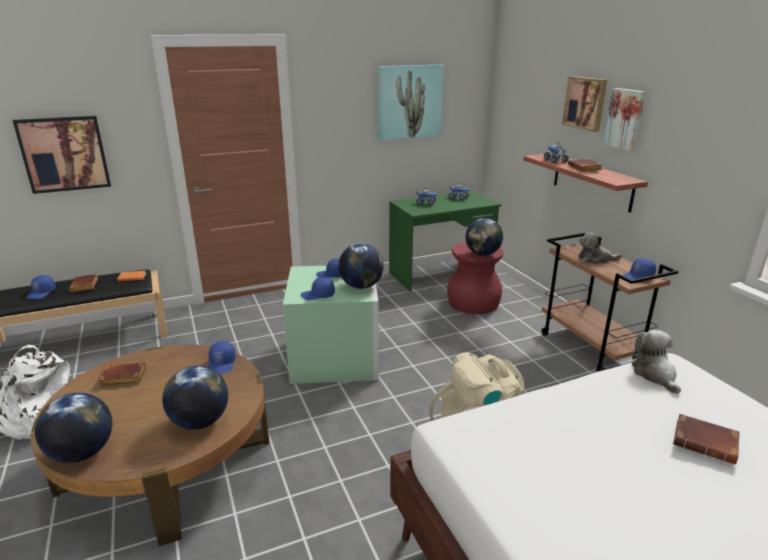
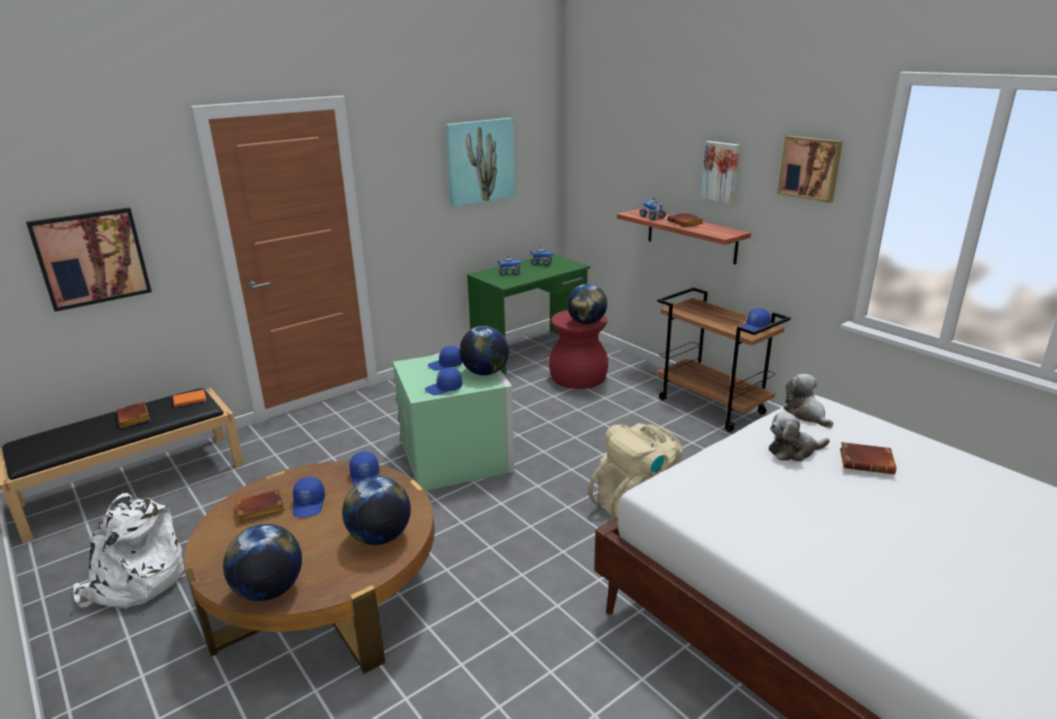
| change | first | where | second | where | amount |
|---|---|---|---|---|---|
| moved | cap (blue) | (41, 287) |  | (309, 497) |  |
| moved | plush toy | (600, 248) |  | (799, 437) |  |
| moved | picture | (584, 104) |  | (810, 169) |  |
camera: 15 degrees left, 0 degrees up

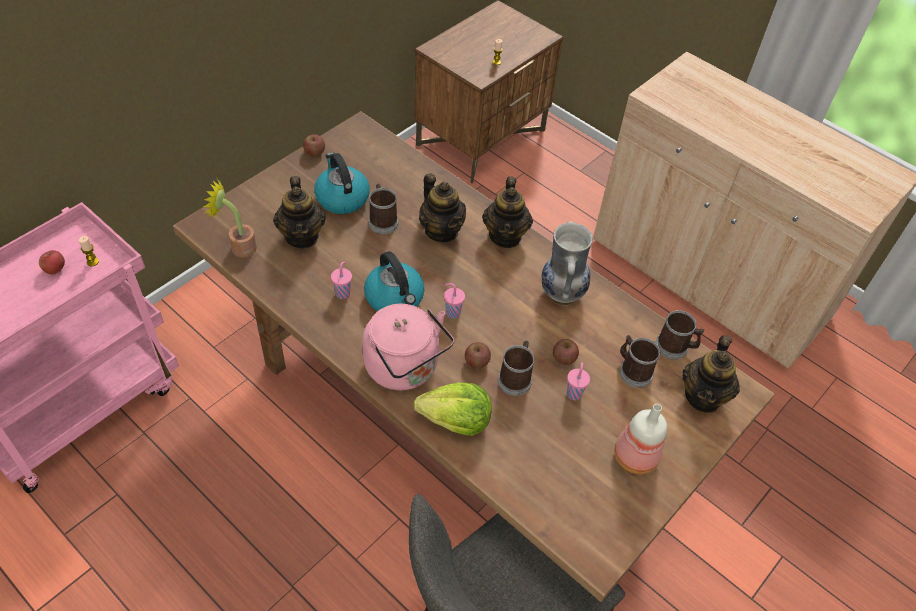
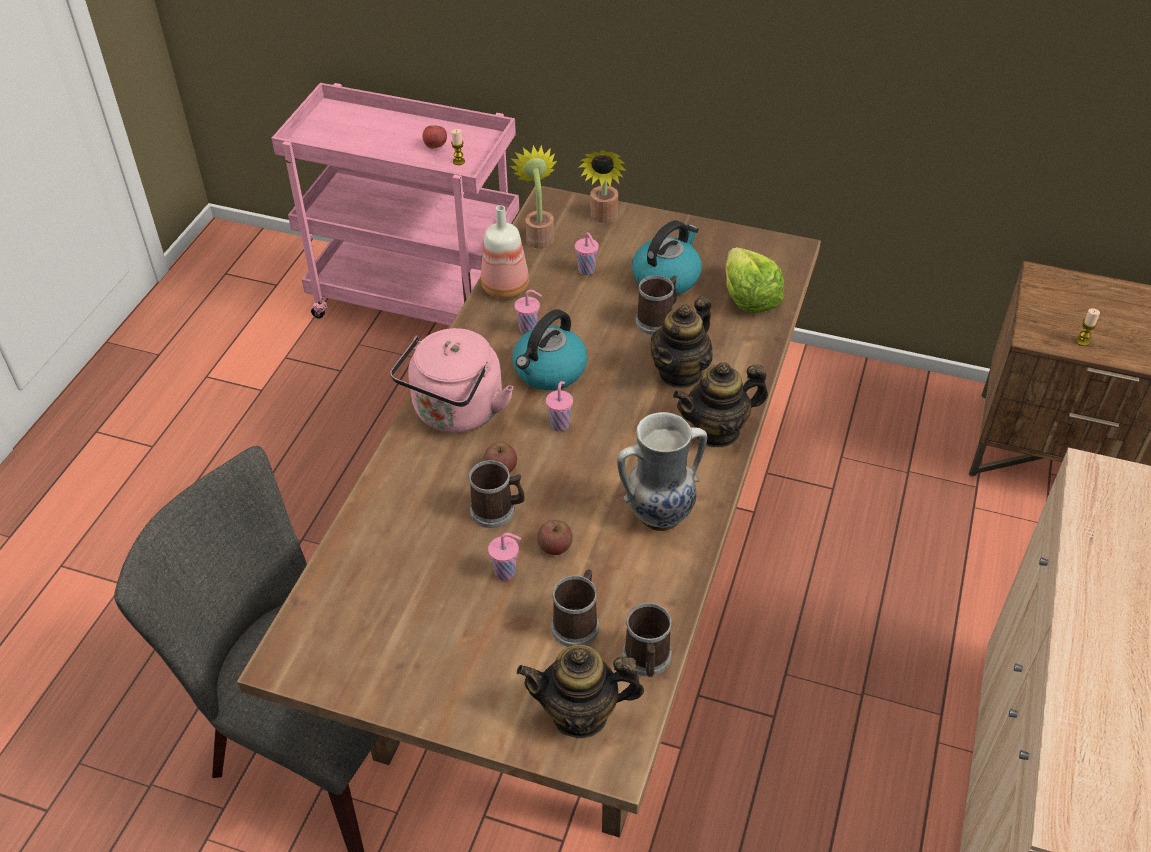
| change | first | where | second | where | amount |
|---|---|---|---|---|---|
| moved | drink bottle | (640, 439) |  | (505, 251) |  |
| replaced | teapot | (299, 212) | small cup (pink) | (587, 253) |  |
| added |  |  | potted plant | (602, 186) |  |
| moved | lettuce head | (453, 409) |  | (755, 280) |  |
| removed | whole apple | (314, 145) |  |  |  |
camera: 70 degrees right, 5 degrees down

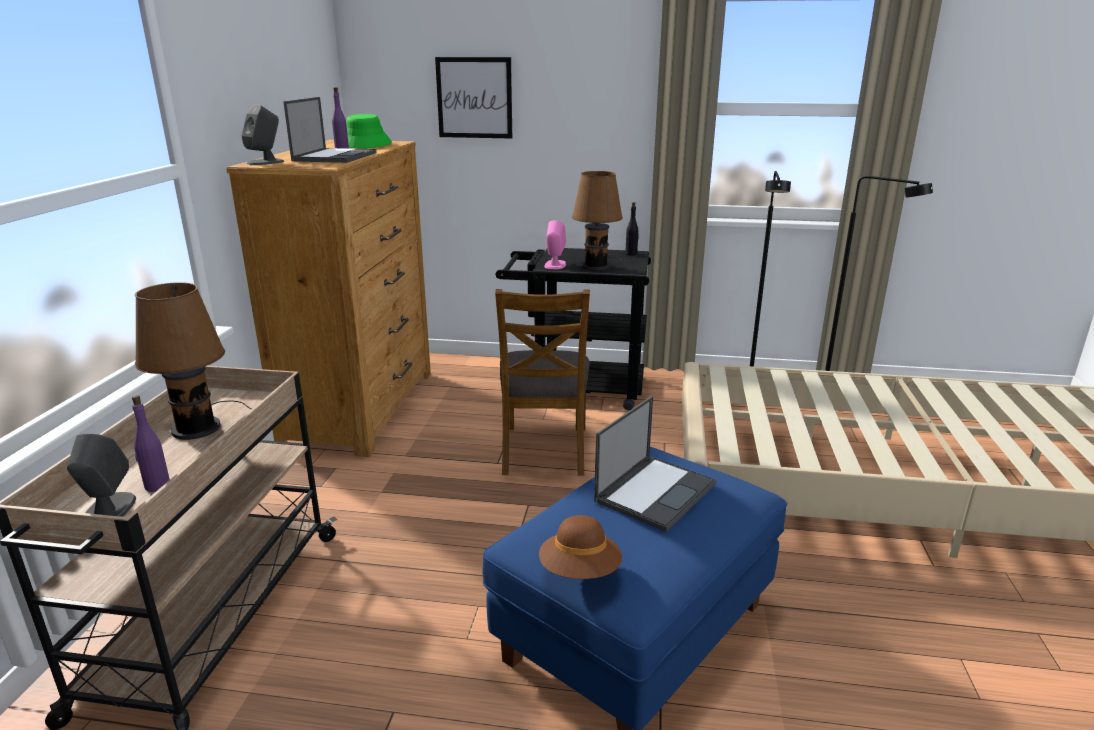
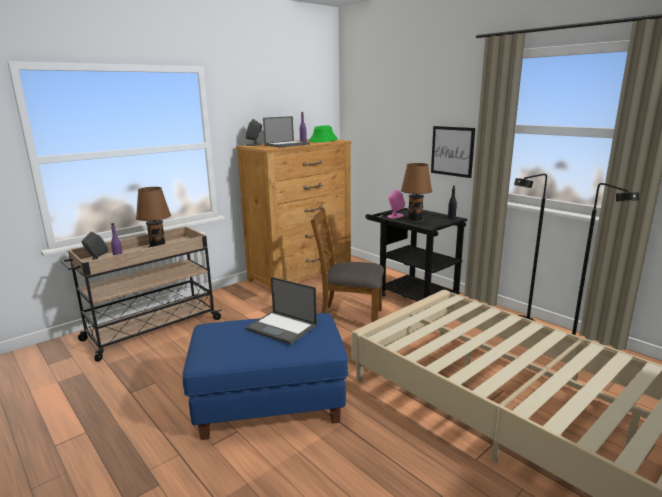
| change | first | where | second | where | amount |
|---|---|---|---|---|---|
| turned | laptop | (655, 464) |  | (281, 311) | 45 degrees clockwise |
| turned | chair (brown) | (542, 382) |  | (347, 265) | 60 degrees clockwise |
| moved | picture | (473, 98) |  | (453, 152) |  |
| removed | clothing hat (brown) | (580, 547) |  |  |  |
camera: 40 degrees right, 5 degrees down

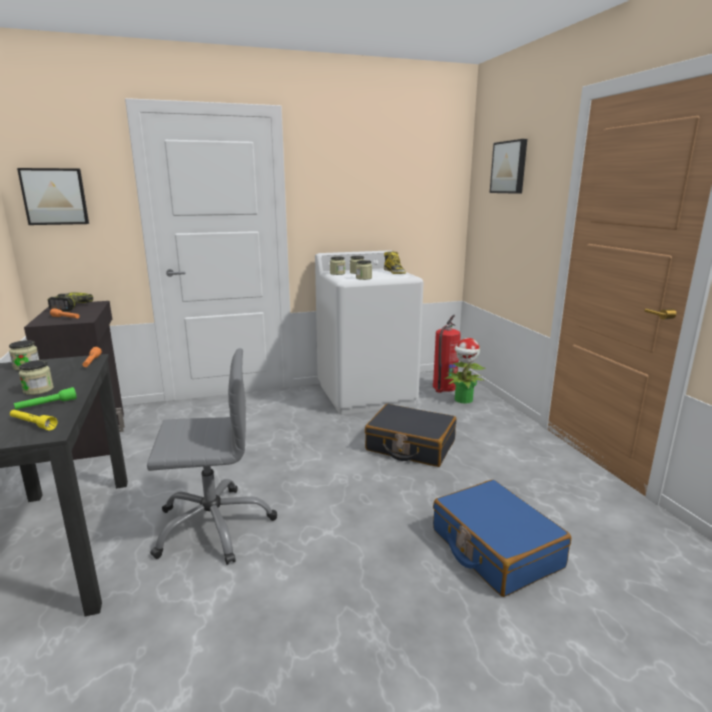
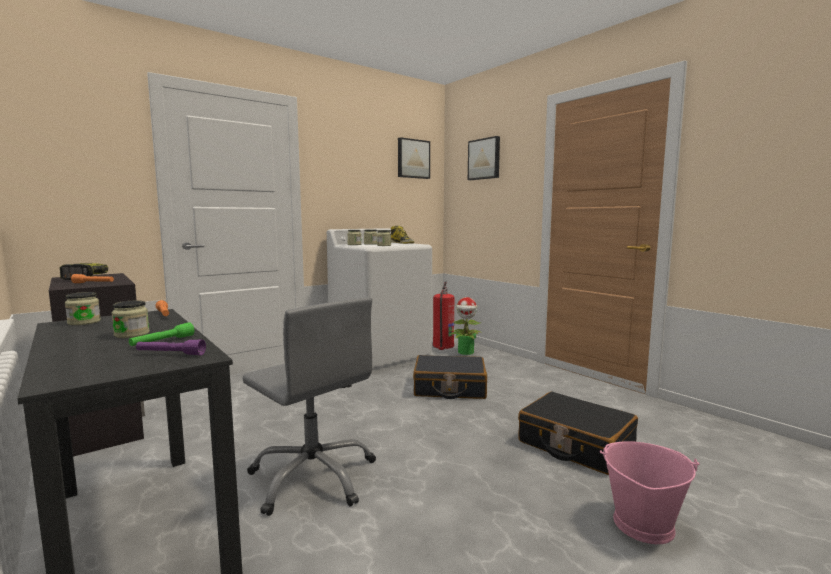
| change | first | where | second | where | amount |
|---|---|---|---|---|---|
| recoloured | torch (yellow-coloured) | (33, 420) | torch (purple) | (171, 347) |  |
| turned | desk chair (grey) | (212, 456) |  | (309, 406) | 75 degrees clockwise |
| moved | picture | (53, 196) |  | (414, 158) |  |
| recoloured | piece of luggage (blue) | (502, 538) | piece of luggage (blackish) | (578, 433) |  |
| added |  |  | bucket (pink) | (649, 492) |  |
camera: 20 degrees left, 10 degrees down

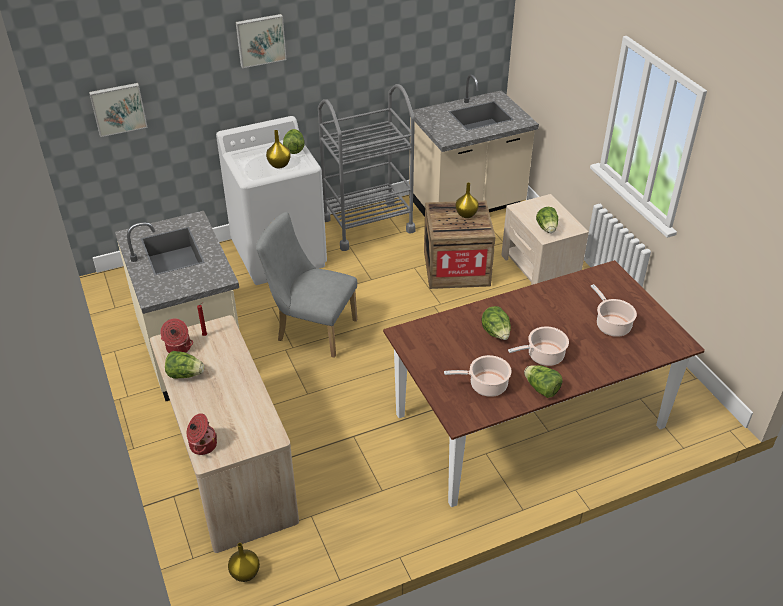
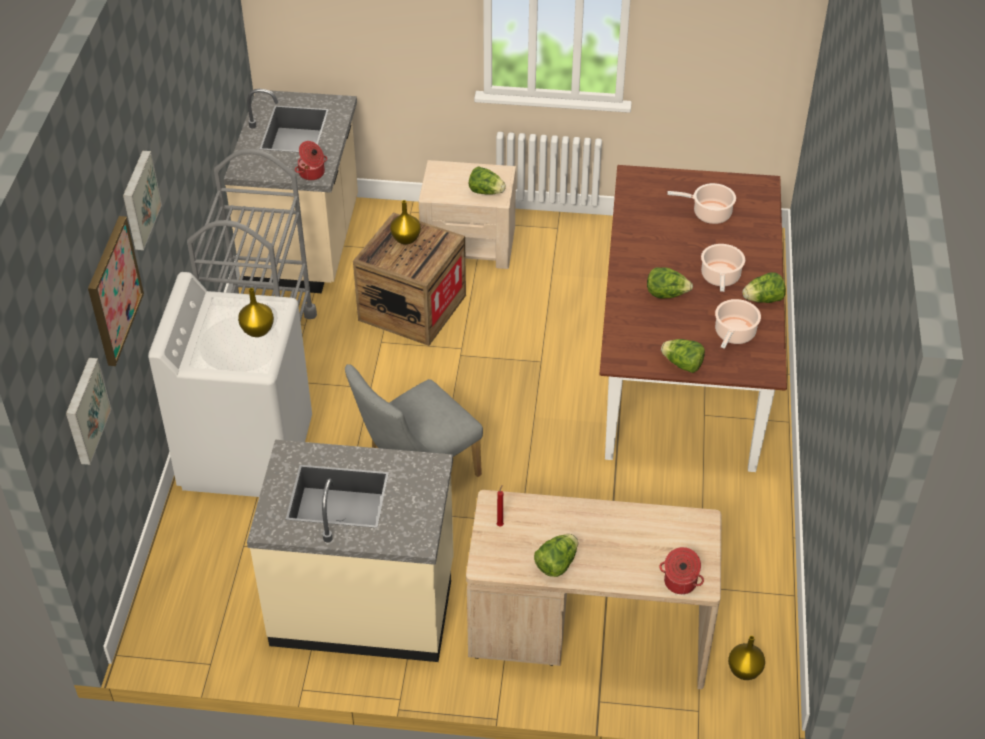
| change | first | where | second | where | amount |
|---|---|---|---|---|---|
| added |  |  | picture | (116, 291) |  |
| moved | cooking pot | (177, 336) |  | (311, 160) |  |
| moved | lettuce head | (294, 141) |  | (683, 356) |  |
camera: 60 degrees left, 5 degrees up

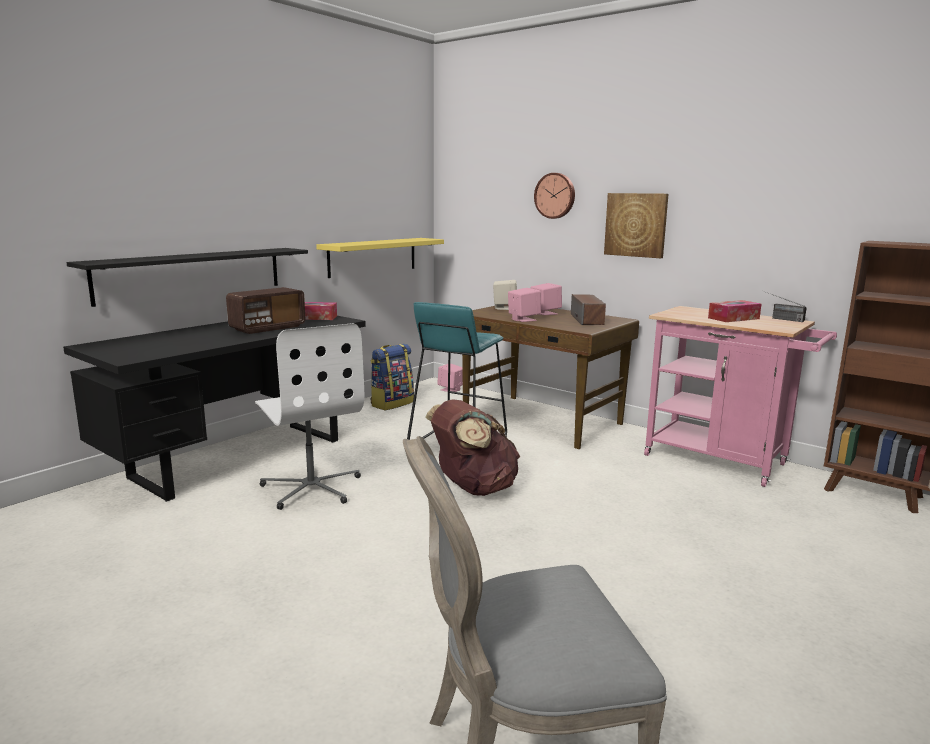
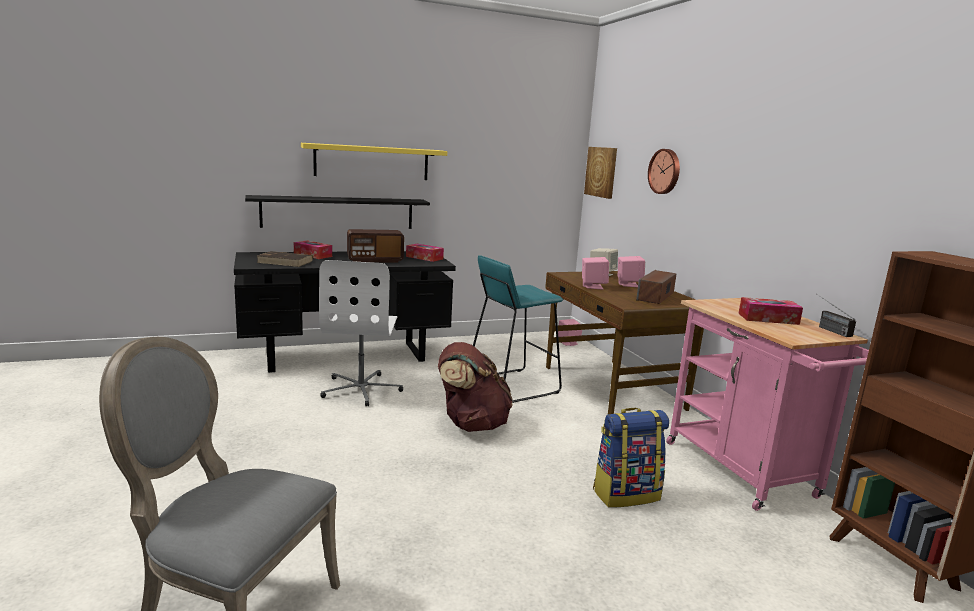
| change | first | where | second | where | amount |
|---|---|---|---|---|---|
| added |  |  | book (brown) | (285, 259) |  |
| added |  |  | tissue holder | (313, 249) |  |
| moved | shelf (yellow-coloured) | (380, 258) |  | (374, 161) |  |
| moved | picture | (636, 225) |  | (600, 173) |  |
| moved | backpack | (392, 377) |  | (631, 457) |  |
camera: 30 degrees right, 0 degrees up

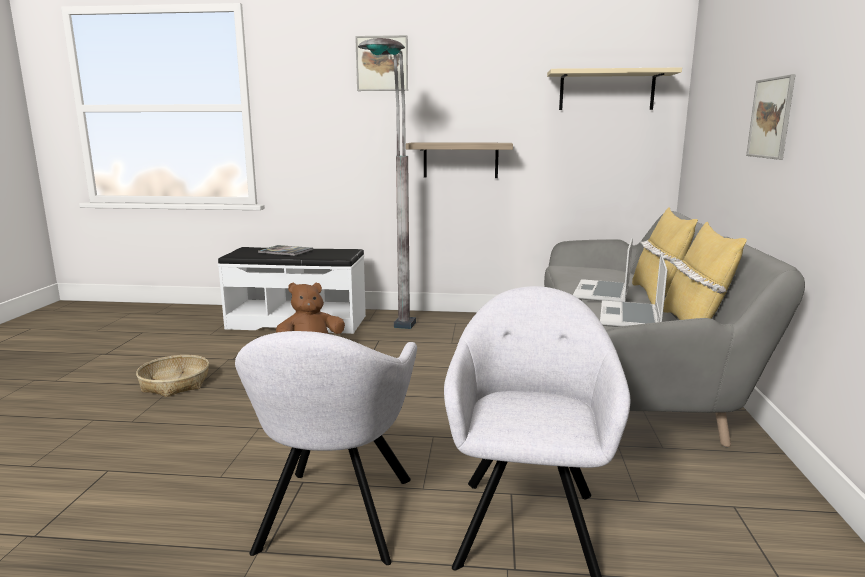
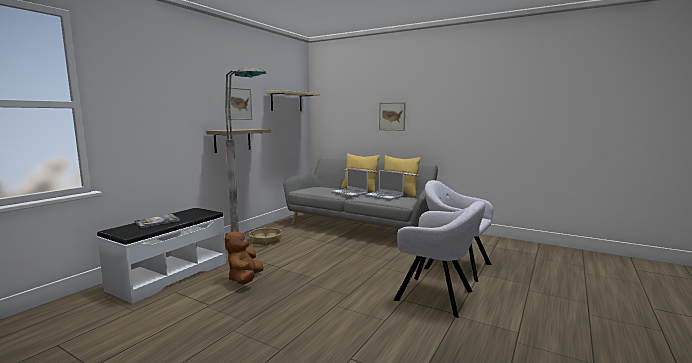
| change | first | where | second | where | amount |
|---|---|---|---|---|---|
| moved | picture | (381, 63) |  | (239, 103) |  |
| moved | basket | (172, 376) |  | (265, 237) |  |
camera: 65 degrees left, 5 degrees down

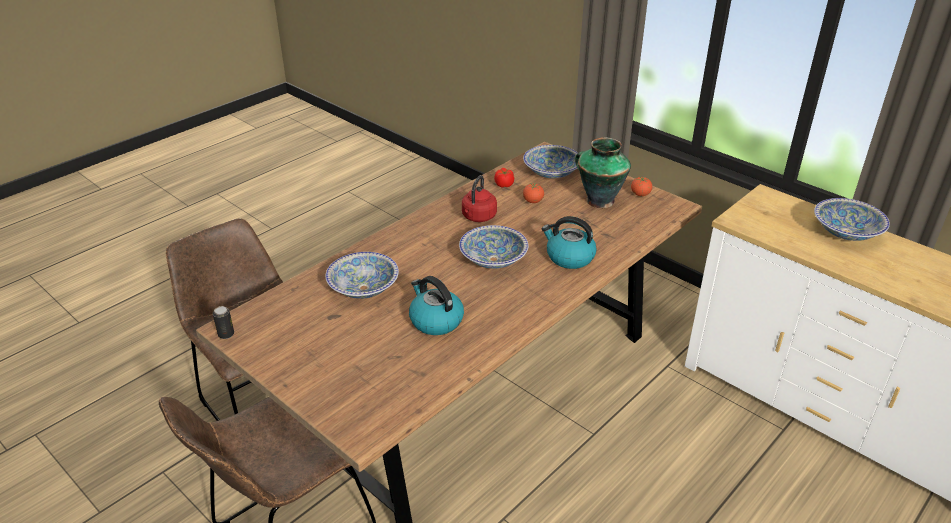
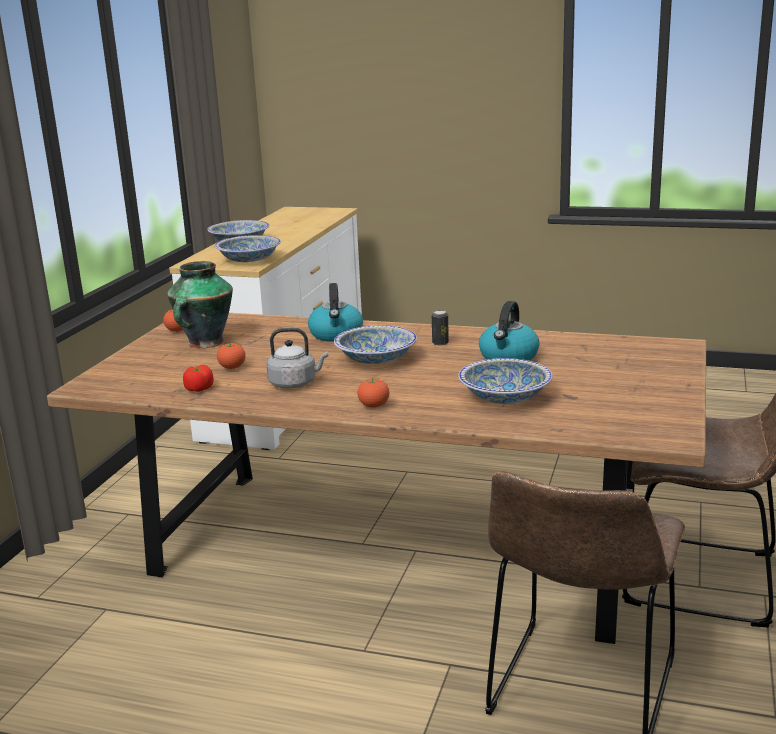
| change | first | where | second | where | amount |
|---|---|---|---|---|---|
| moved | deep dish | (550, 161) |  | (247, 248) |  |
| recoloured | tea kettle (reddish) | (479, 198) | tea kettle (grey) | (297, 358) |  |
| added |  |  | tomato | (373, 392) |  |
| moved | metal can | (223, 322) |  | (440, 327) |  |
camera: 115 degrees left, 15 degrees down

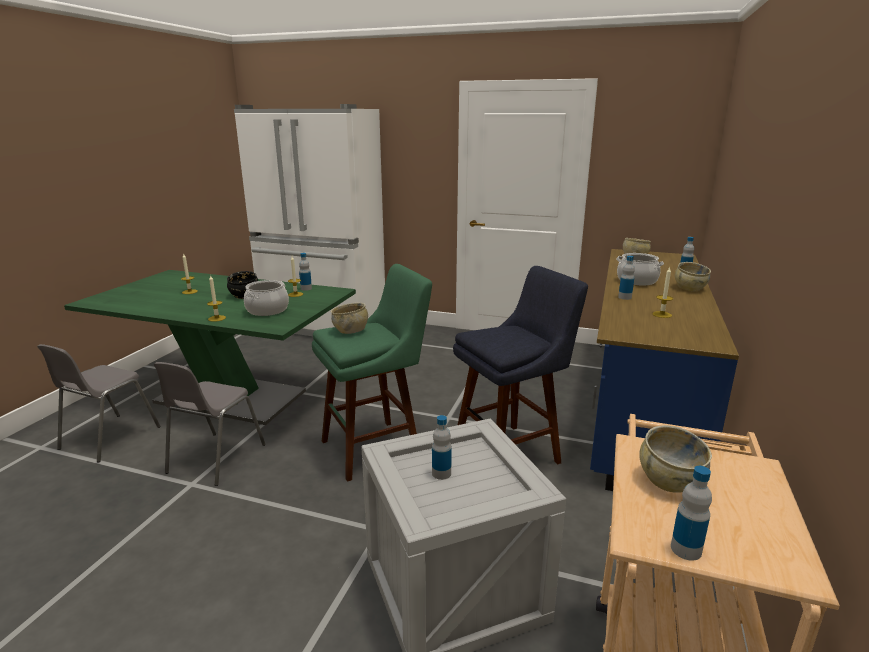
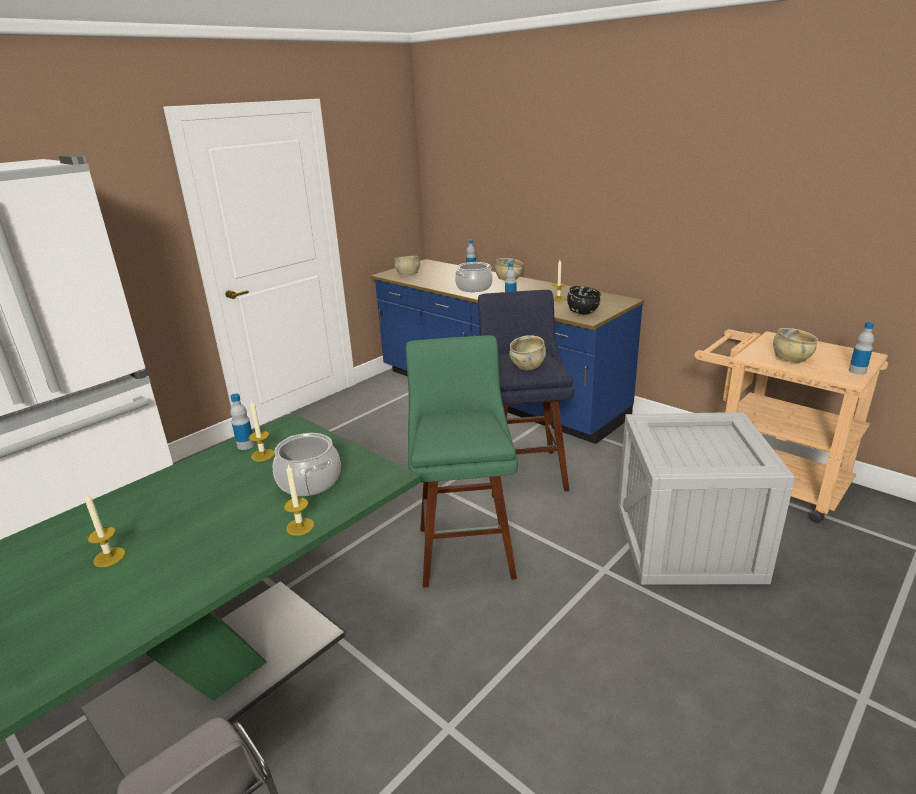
| change | first | where | second | where | amount |
|---|---|---|---|---|---|
| moved | deep dish (sand-coloured) | (349, 318) |  | (527, 352) |  |
| moved | deep dish (blackish) | (242, 285) |  | (584, 300) |  |
| removed | chair (grey) | (210, 424) |  |  |  |
| removed | drink bottle | (442, 447) |  |  |  |
camera: 65 degrees left, 5 degrees up

